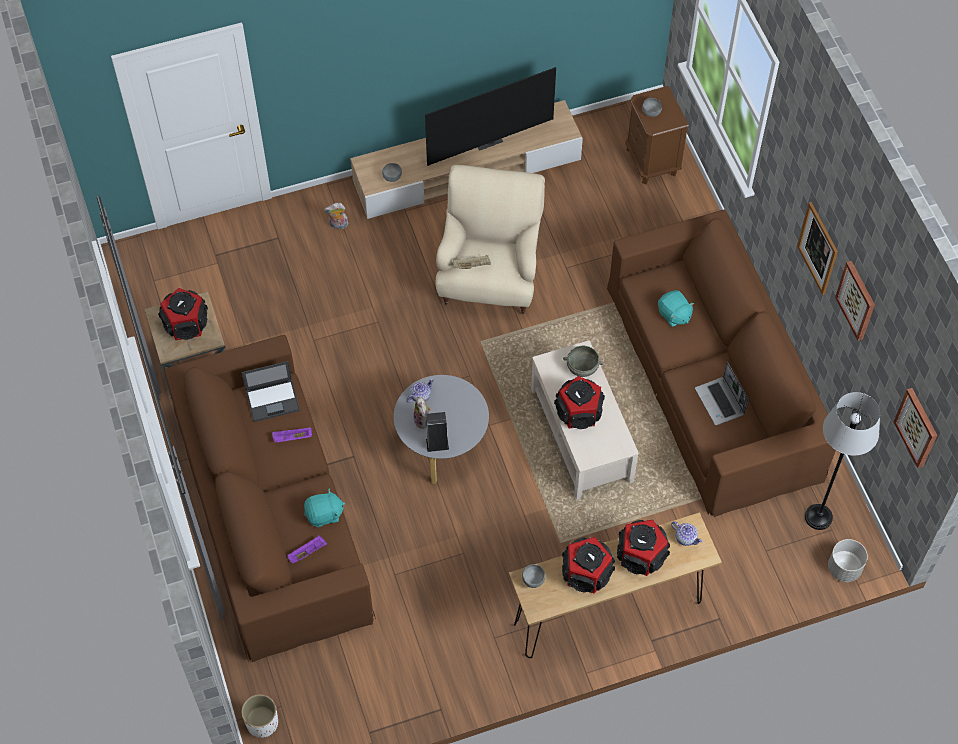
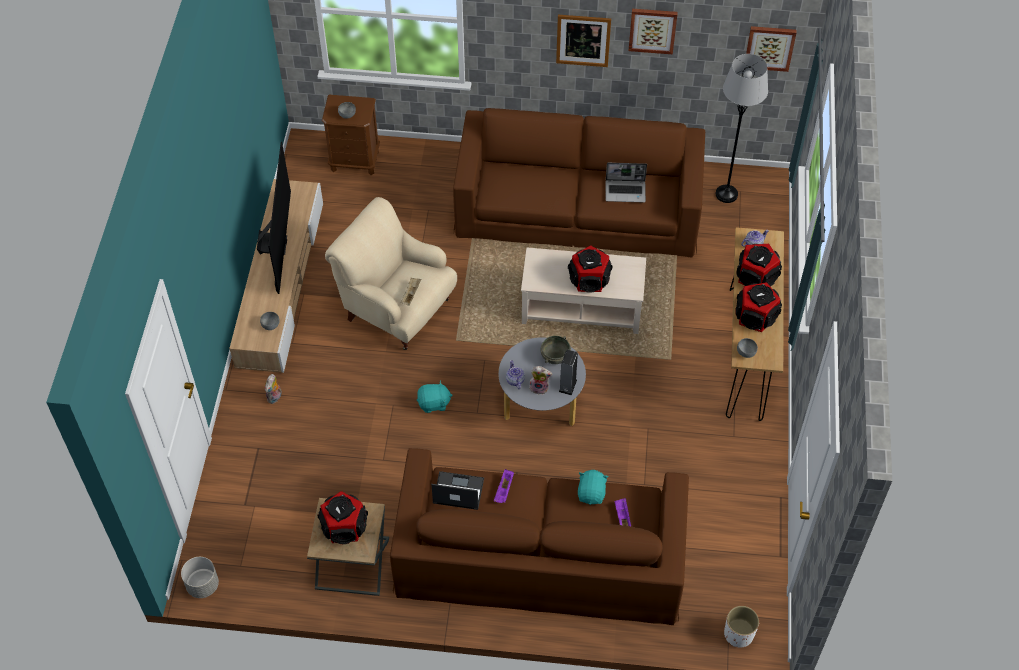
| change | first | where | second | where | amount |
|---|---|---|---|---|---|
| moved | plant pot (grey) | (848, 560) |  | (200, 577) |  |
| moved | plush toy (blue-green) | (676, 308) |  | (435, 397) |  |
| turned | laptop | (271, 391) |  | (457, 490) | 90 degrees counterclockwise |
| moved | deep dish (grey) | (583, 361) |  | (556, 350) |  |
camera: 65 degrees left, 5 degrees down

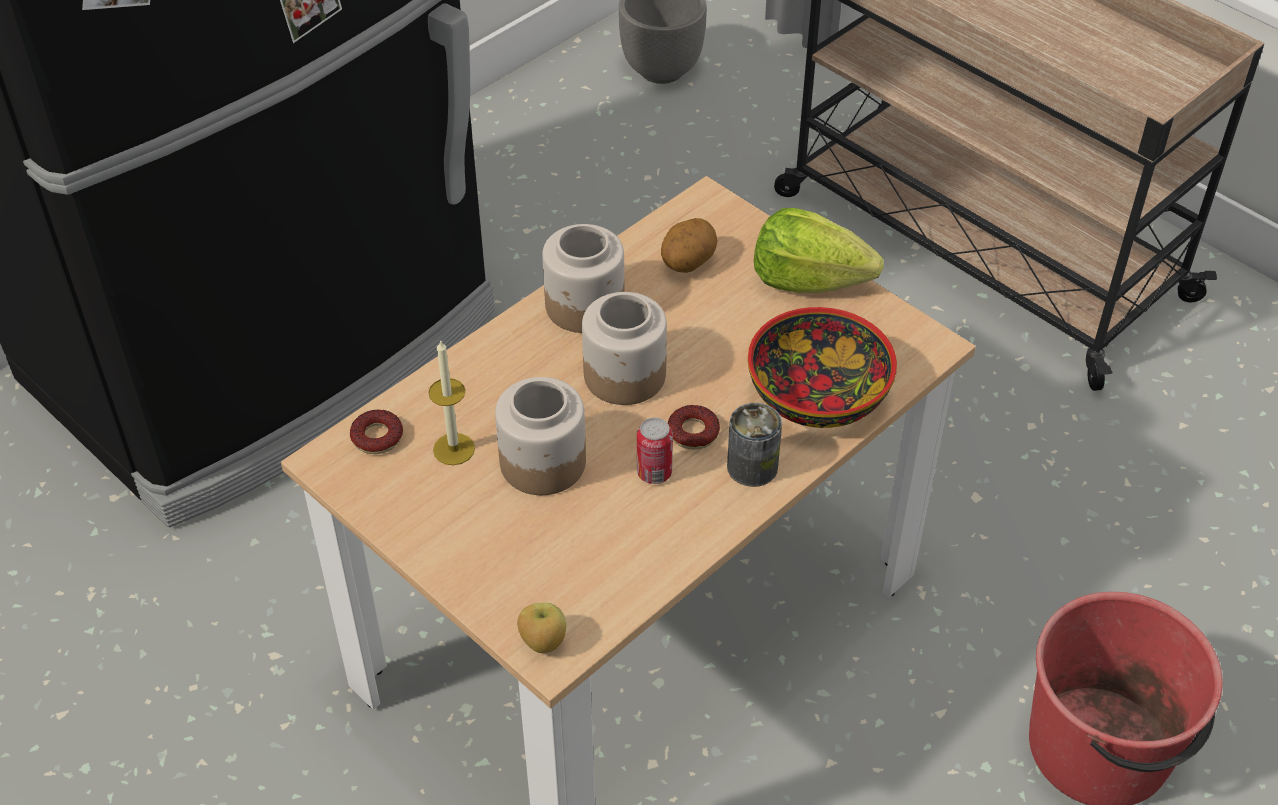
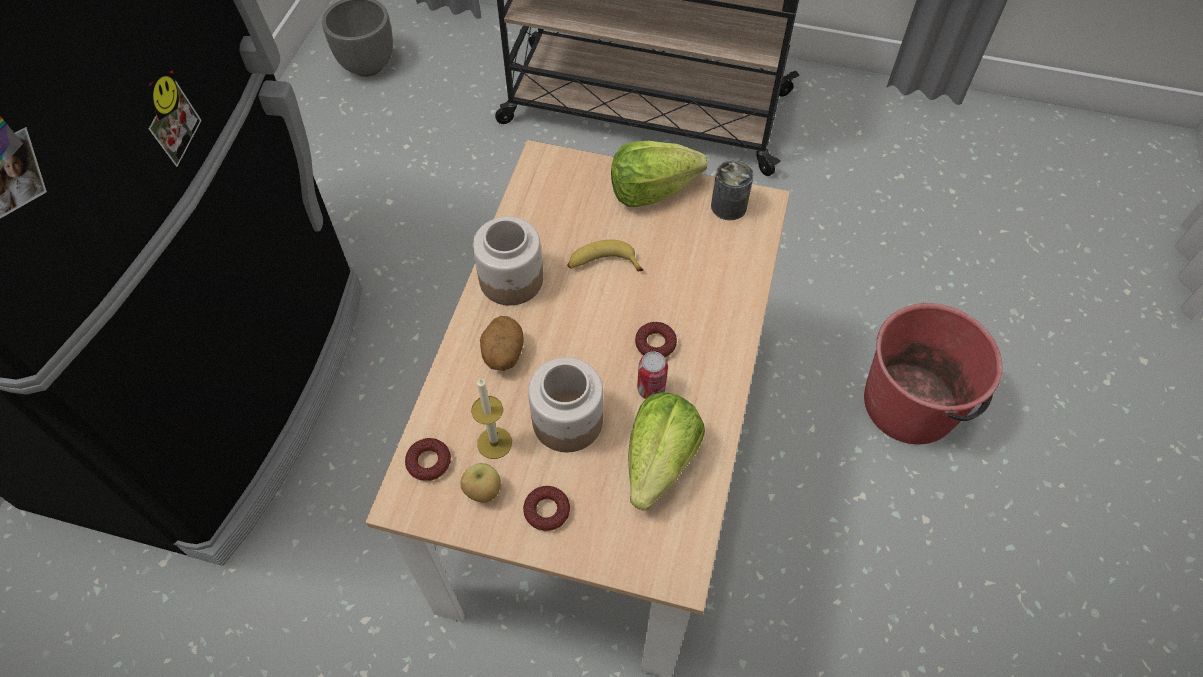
| change | first | where | second | where | amount |
|---|---|---|---|---|---|
| moved | whole apple | (541, 628) |  | (481, 483) |  |
| moved | spud | (689, 245) |  | (502, 343) |  |
| added |  |  | doughnut | (546, 508) |  |
| added |  |  | whole banana | (605, 255) |  |
| added |  |  | lettuce head | (666, 451) |  |
| moved | metal can | (754, 445) |  | (732, 190) |  |
| removed | storage jar | (624, 348) |  |  |  |
| removed | deep dish | (822, 367) |  |  |  |
camera: 30 degrees left, 10 degrees up

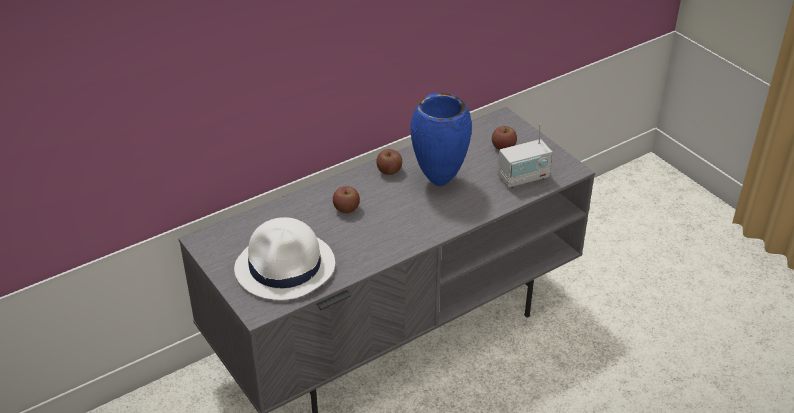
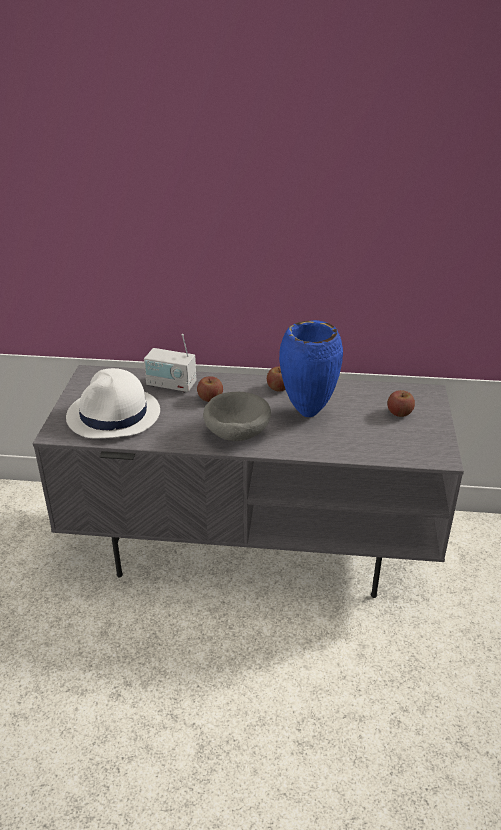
| change | first | where | second | where | amount |
|---|---|---|---|---|---|
| moved | radio set | (524, 155) |  | (170, 363) |  |
| added |  |  | deep dish (grey) | (237, 416) |  |
camera: 40 degrees right, 5 degrees down

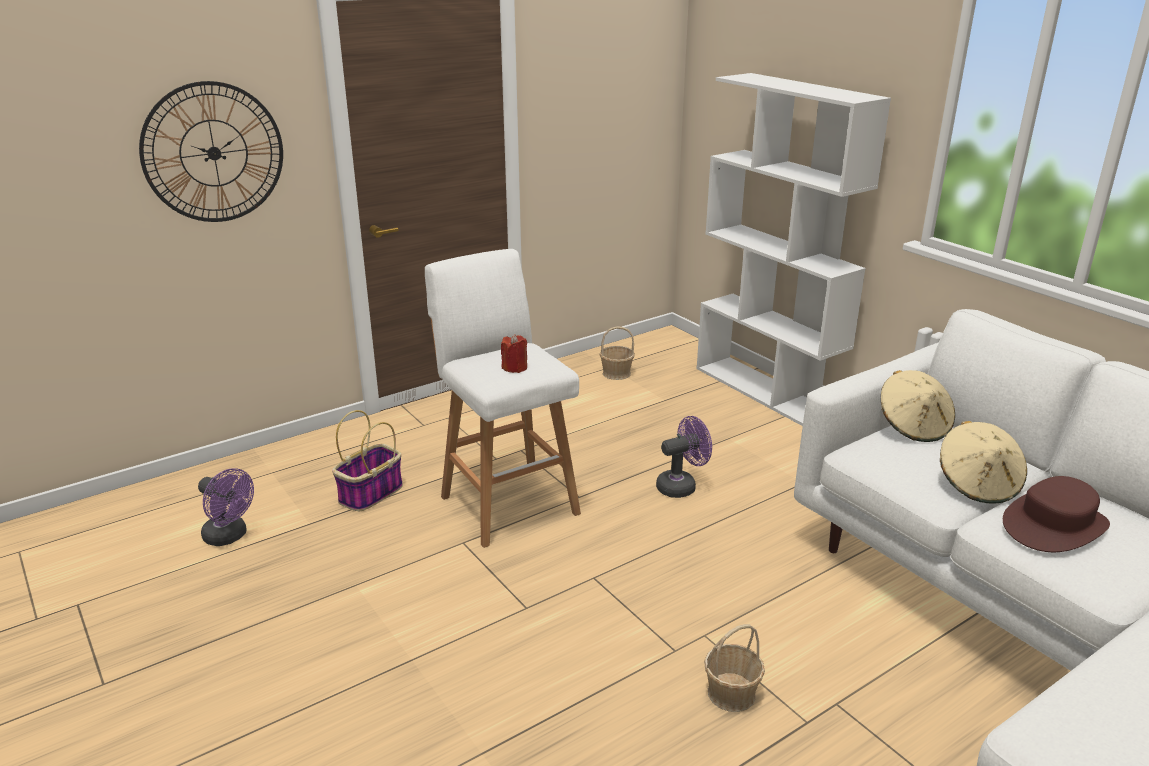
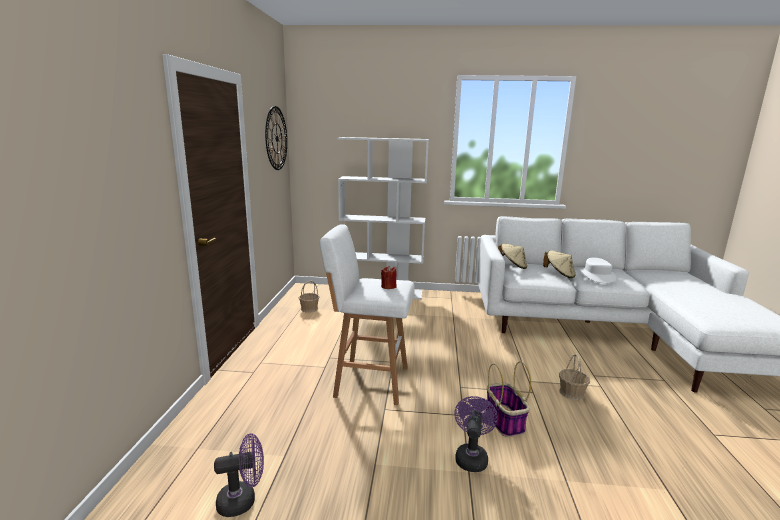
| change | first | where | second | where | amount |
|---|---|---|---|---|---|
| moved | hanging clock | (211, 151) |  | (276, 138) |  |
| moved | fan (purple) | (684, 457) |  | (476, 434) |  |
| moved | basket | (367, 460) |  | (508, 399) |  |
| recoloured | clothing hat (brown) | (1056, 514) | clothing hat (whitish) | (597, 270) |  |
camera: 50 degrees left, 10 degrees down

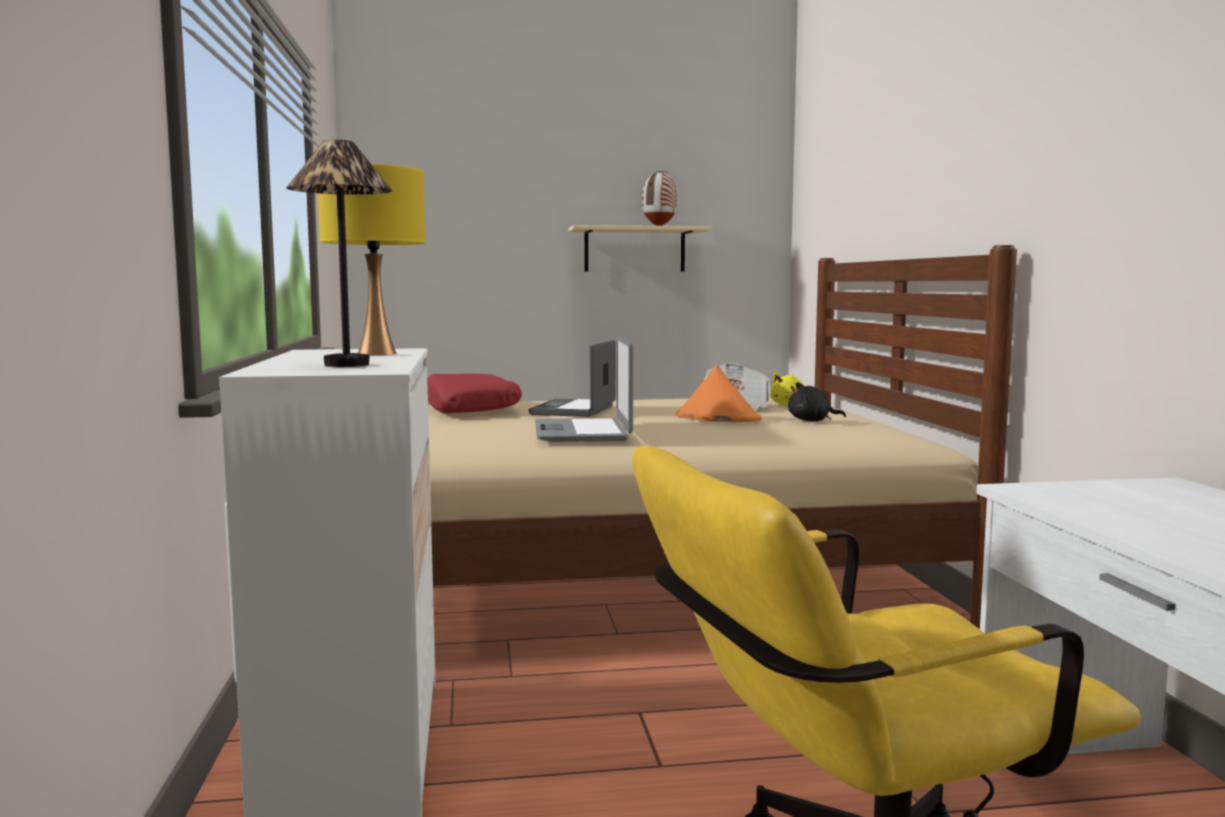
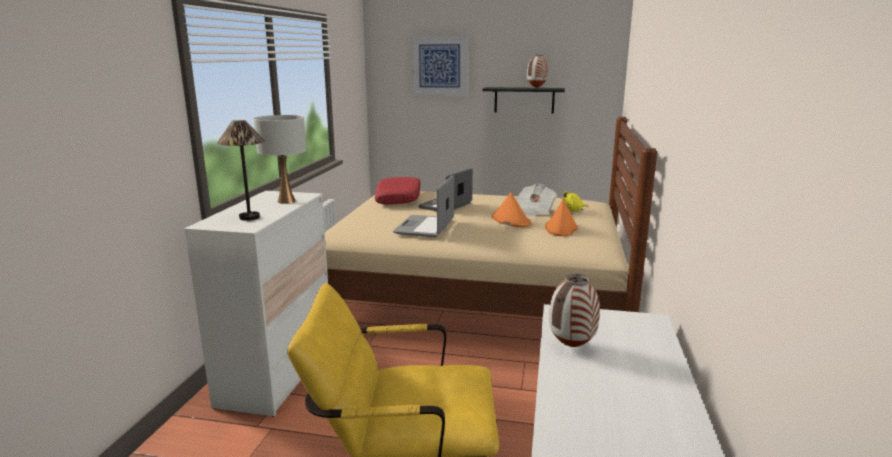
| change | first | where | second | where | amount |
|---|---|---|---|---|---|
| recoloured | lamp for a table (yellow-coloured) | (371, 259) | lamp for a table (whitish) | (280, 159) |  |
| added |  |  | picture | (439, 65) |  |
| recoloured | shelf (sand-coloured) | (639, 248) | shelf (blackish) | (523, 100) |  |
| replaced | plush toy (blackish) | (817, 401) | clothing hat (orange) | (561, 217) |  |
| added |  |  | vase | (574, 310) |  |
camera: 20 degrees right, 10 degrees up

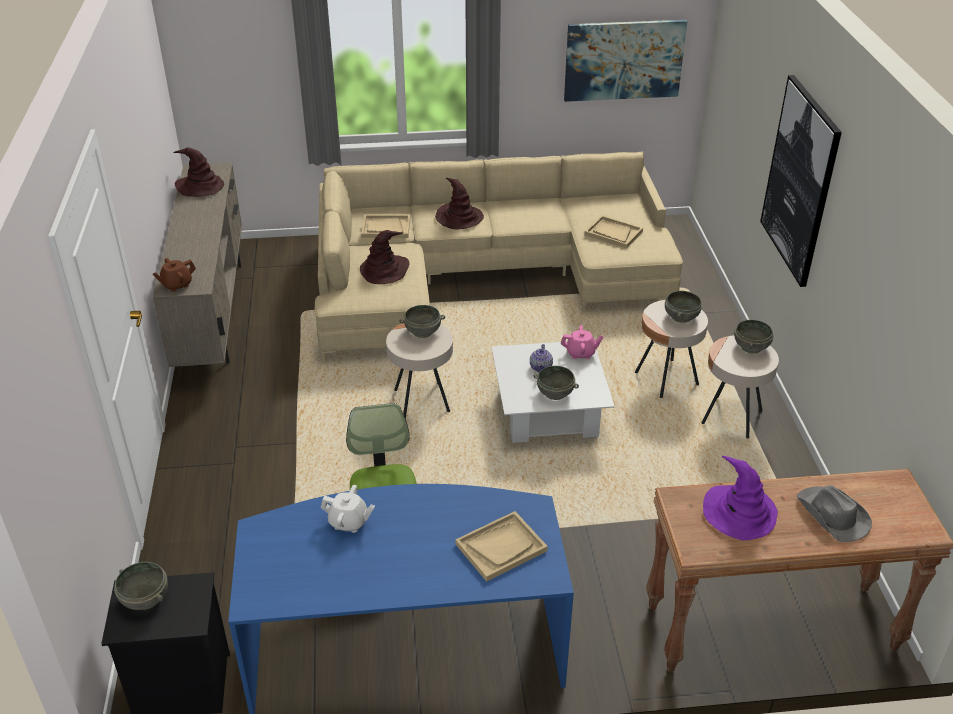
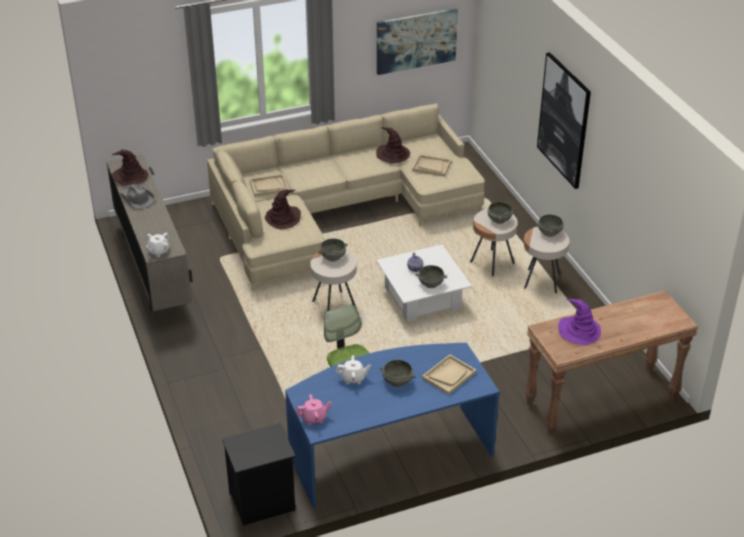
| change | first | where | second | where | amount |
|---|---|---|---|---|---|
| moved | clothing hat (grey) | (834, 513) |  | (137, 196) |  |
| recoloured | teapot (brown) | (174, 275) | teapot (whitish) | (157, 245) |  |
| moved | teapot (pink) | (582, 342) |  | (313, 409) |  |
| moved | clothing hat (brown) | (459, 203) |  | (393, 145) |  |
| moved | deep dish (grey) | (141, 586) |  | (397, 373) |  |
camera: 15 degrees left, 0 degrees up

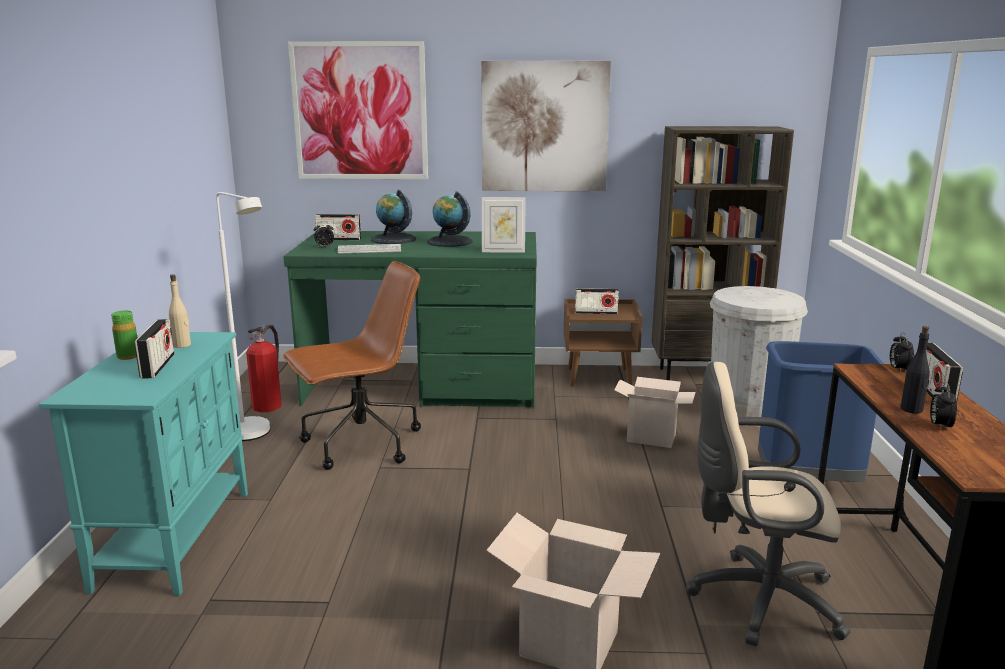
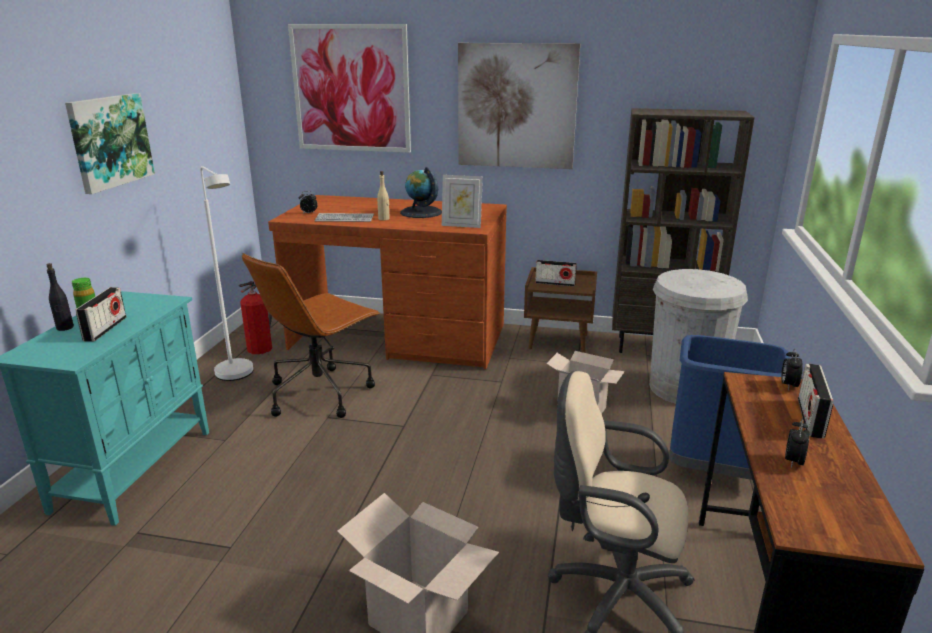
| change | first | where | second | where | amount |
|---|---|---|---|---|---|
| moved | drink bottle (blackish) | (915, 369) |  | (60, 297) |  |
| added |  |  | picture | (110, 143) |  |
| turned | desk chair (brown) | (351, 365) |  | (311, 335) | 150 degrees clockwise |
| recoloured | desk unit (greenish) | (410, 320) | desk unit (brown) | (387, 282) |  |
| moved | drink bottle (sand-coloured) | (180, 311) |  | (383, 195) |  |
| removed | radio set | (338, 227) |  |  |  |
| removed | desk globe | (393, 217) |  |  |  |
camera: 10 degrees right, 5 degrees up

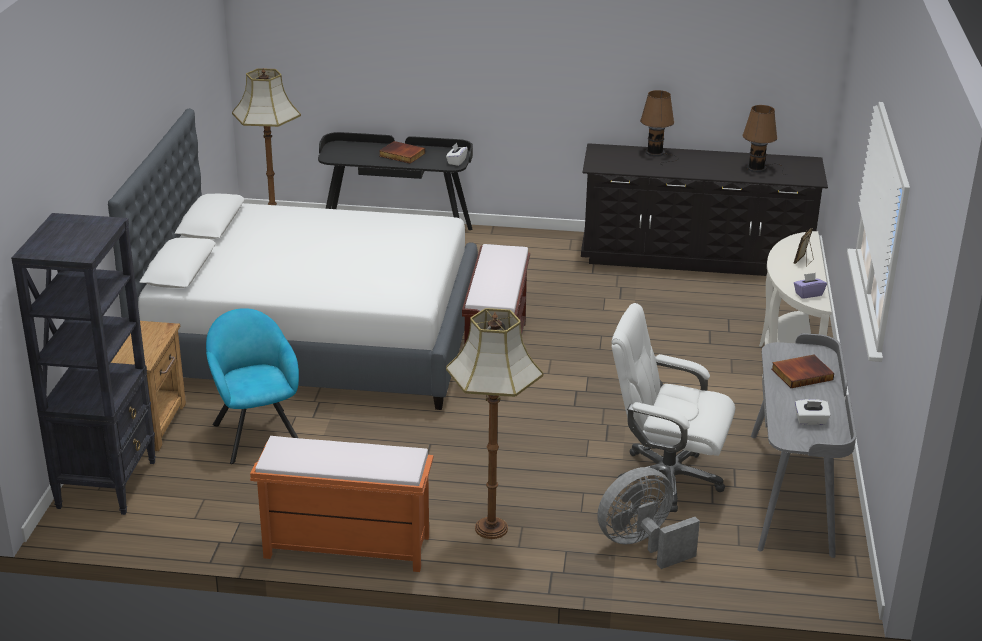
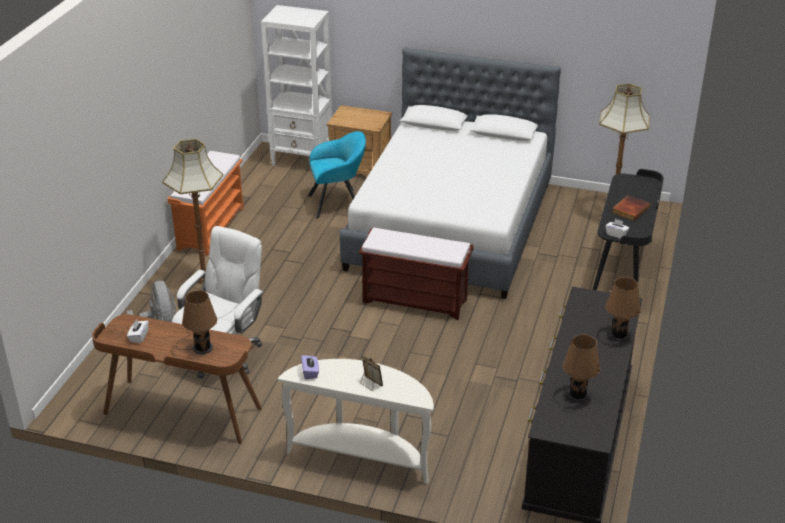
| change | first | where | second | where | amount |
|---|---|---|---|---|---|
| recoloured | desk unit (grey) | (803, 445) | desk unit (brown) | (177, 379) |  |
| replaced | book | (803, 371) | lamp for a table (brown) | (196, 322) |  |
| recoloured | shelving unit (blackish) | (83, 364) | shelving unit (whitish) | (296, 85) |  |
camera: 100 degrees right, 5 degrees up

